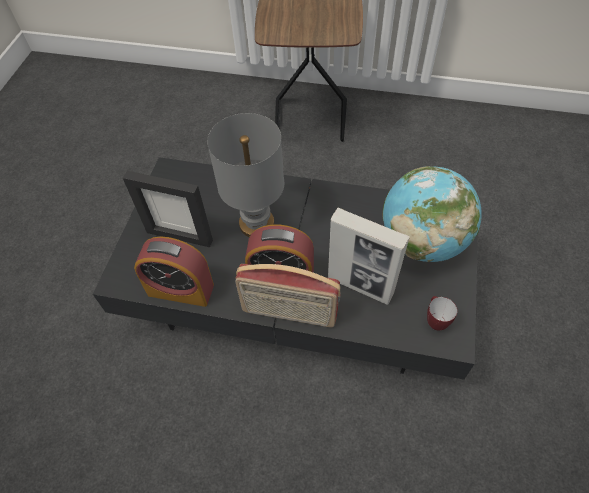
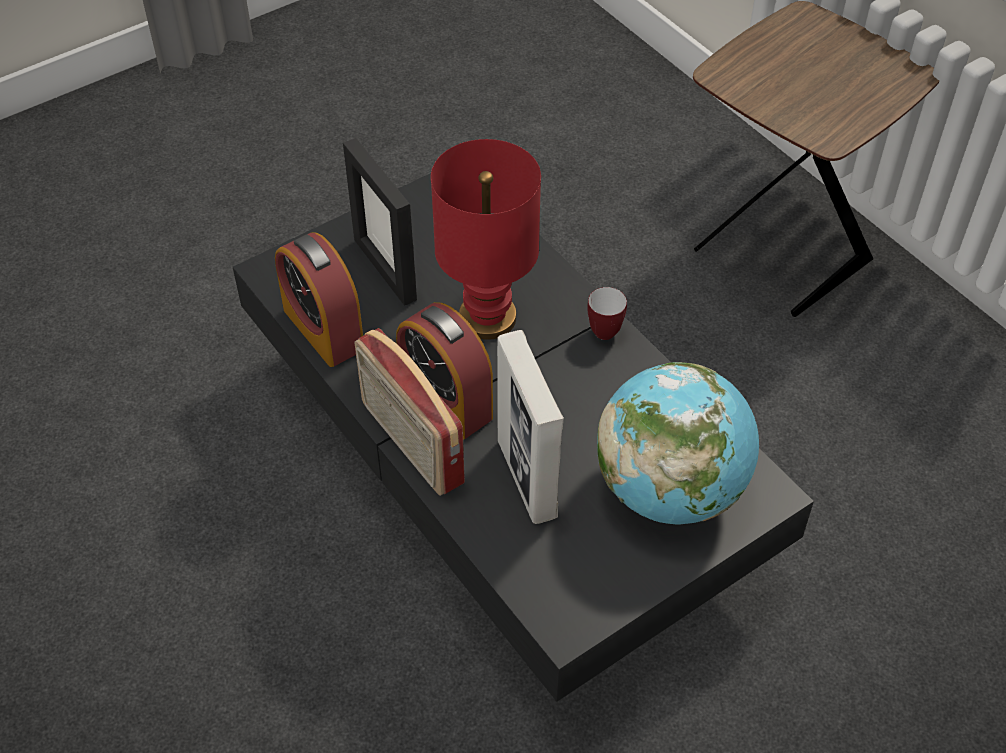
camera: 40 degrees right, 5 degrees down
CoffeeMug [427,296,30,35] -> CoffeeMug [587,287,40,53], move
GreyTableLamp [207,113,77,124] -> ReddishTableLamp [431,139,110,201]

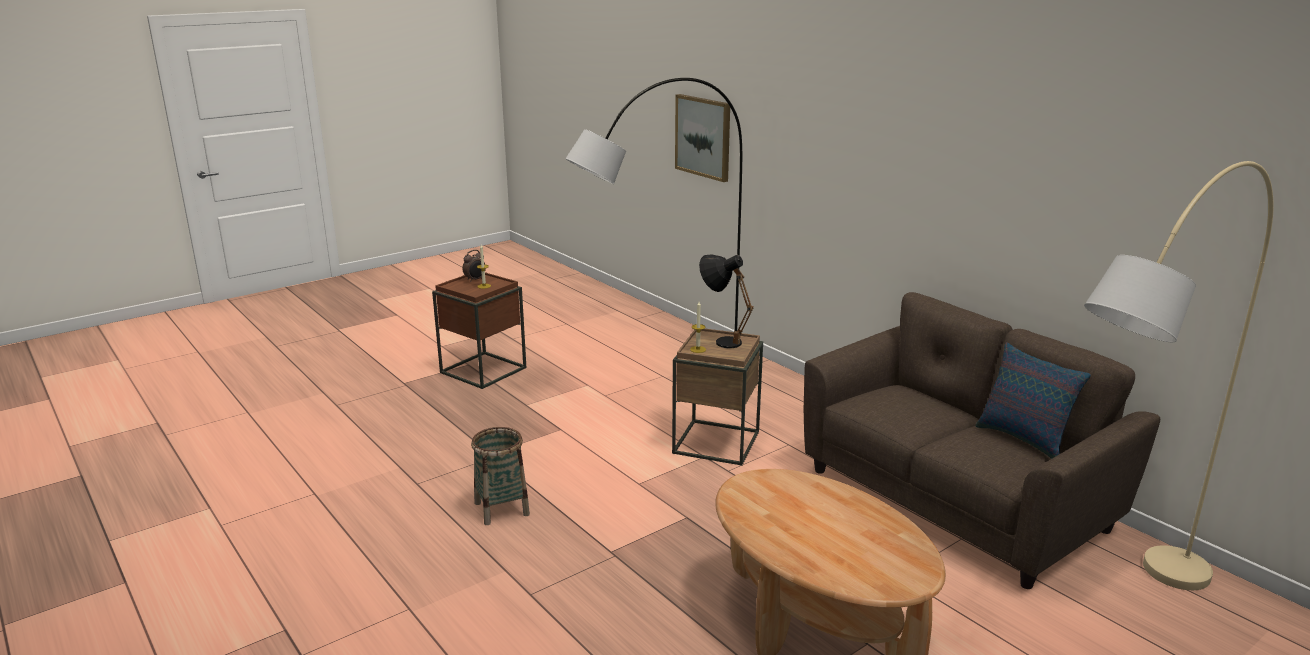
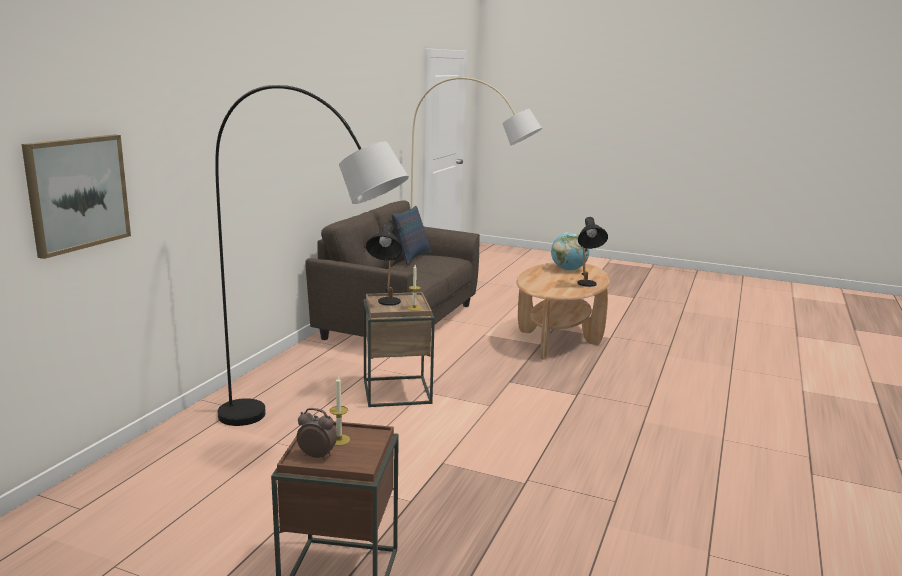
camera: 120 degrees left, 5 degrees down
Basket [471,427,59,98] -> none
none -> DeskGlobe [551,232,38,39]
none -> BlackishTableLamp [578,217,30,70]

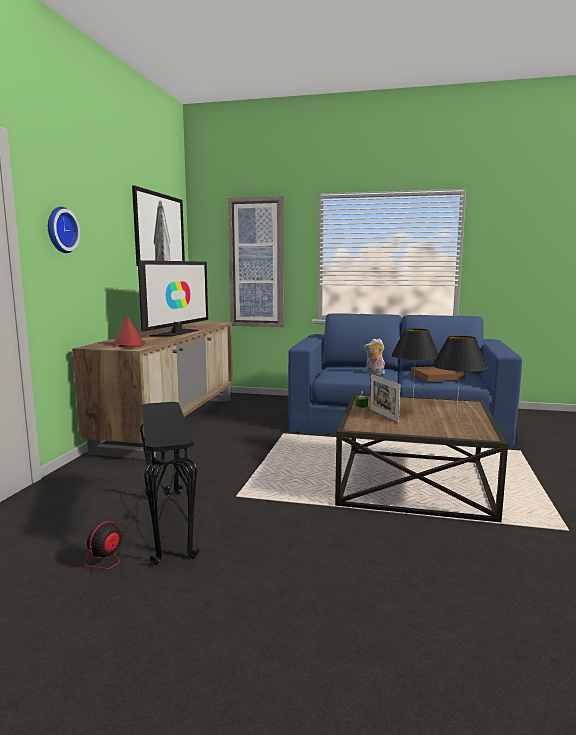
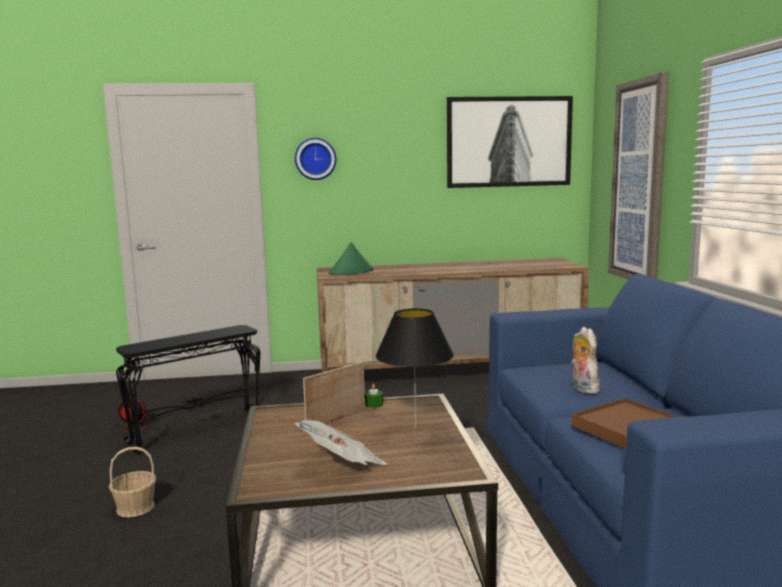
camera: 70 degrees right, 0 degrees up
Television [138,260,70,76] -> none
none -> Basket [109,447,47,70]
BlackishTableLamp [432,336,56,84] -> DailyPaper [294,420,94,45]
ReddishHat [113,315,33,33] -> GreenHat [329,242,45,33]

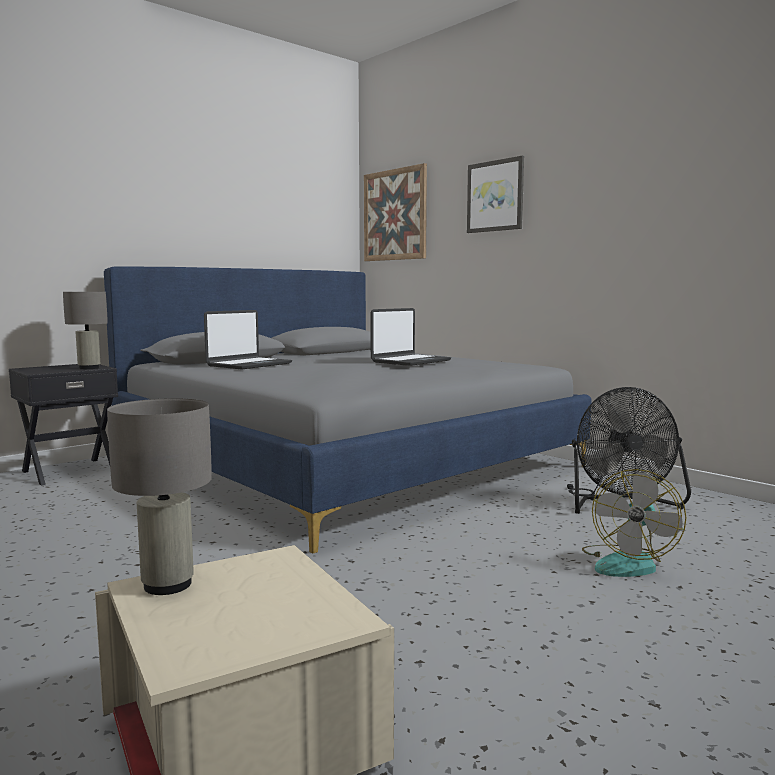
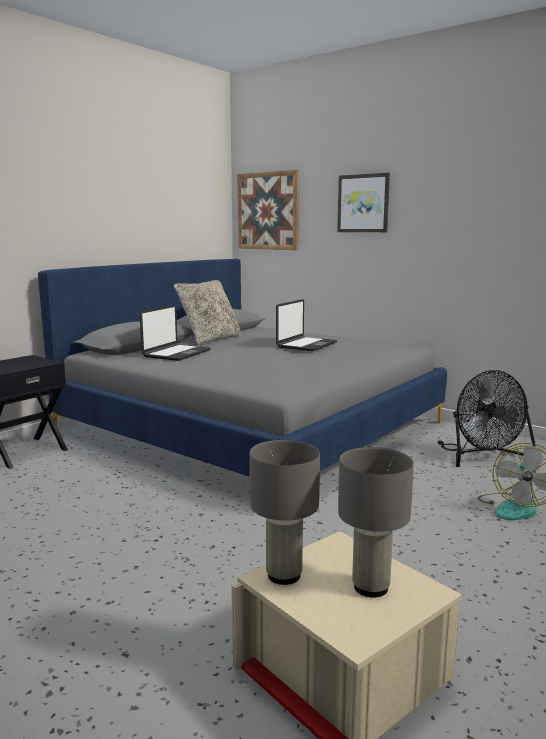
camera: 10 degrees left, 5 degrees up
none -> BeigeThrowPillow [174,280,67,65]
GreyTableLamp [63,292,45,77] -> GreyTableLamp [338,447,76,151], move

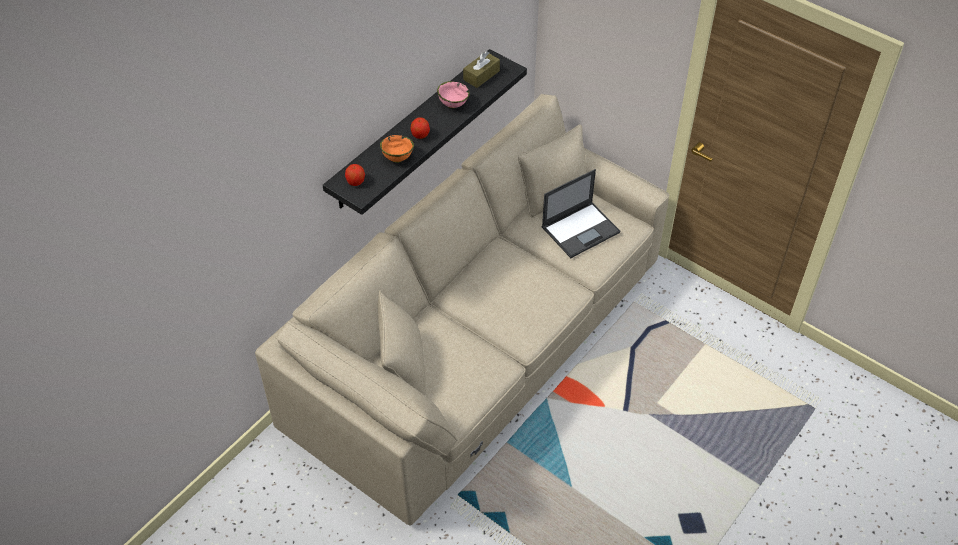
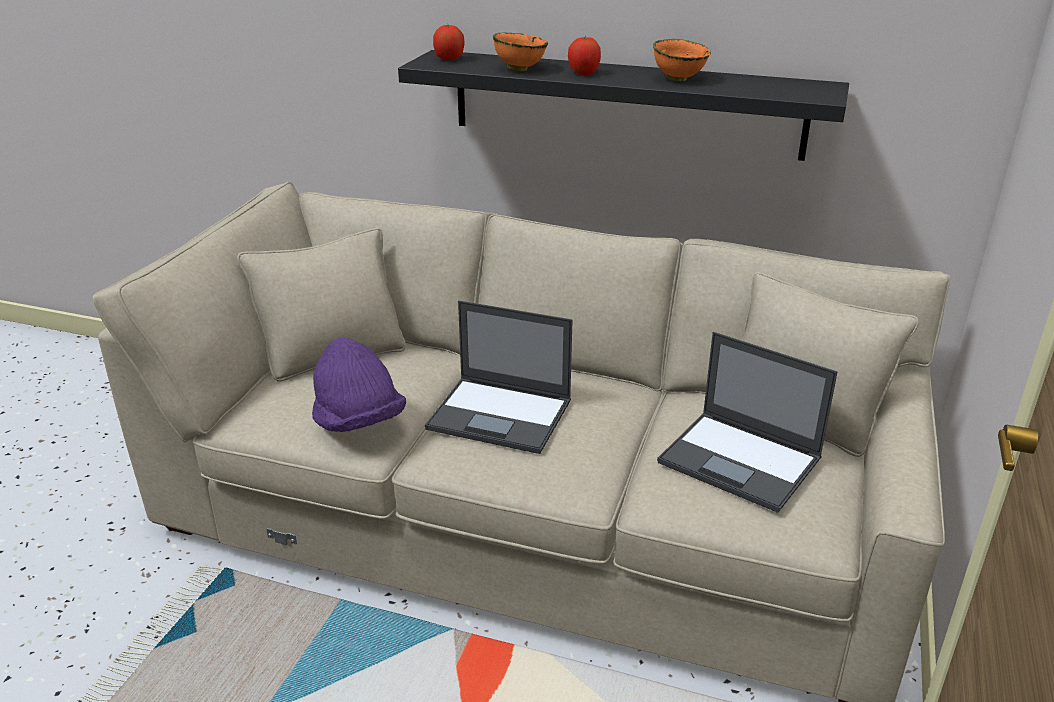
camera: 70 degrees right, 20 degrees down
BrownColouredTissueHolder [463,51,37,37] -> none
none -> PurpleColouredHat [312,338,94,94]
none -> NotebookComputer [425,301,148,153]
PinkishDeepDish [437,81,33,27] -> OrangeyDeepDish [653,39,58,43]

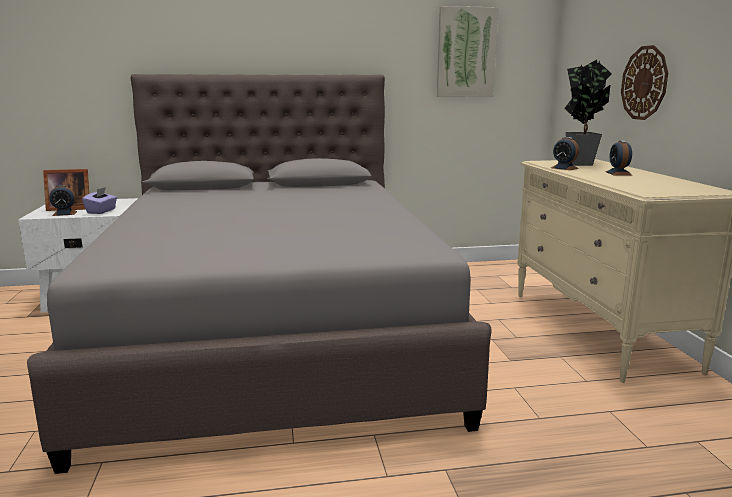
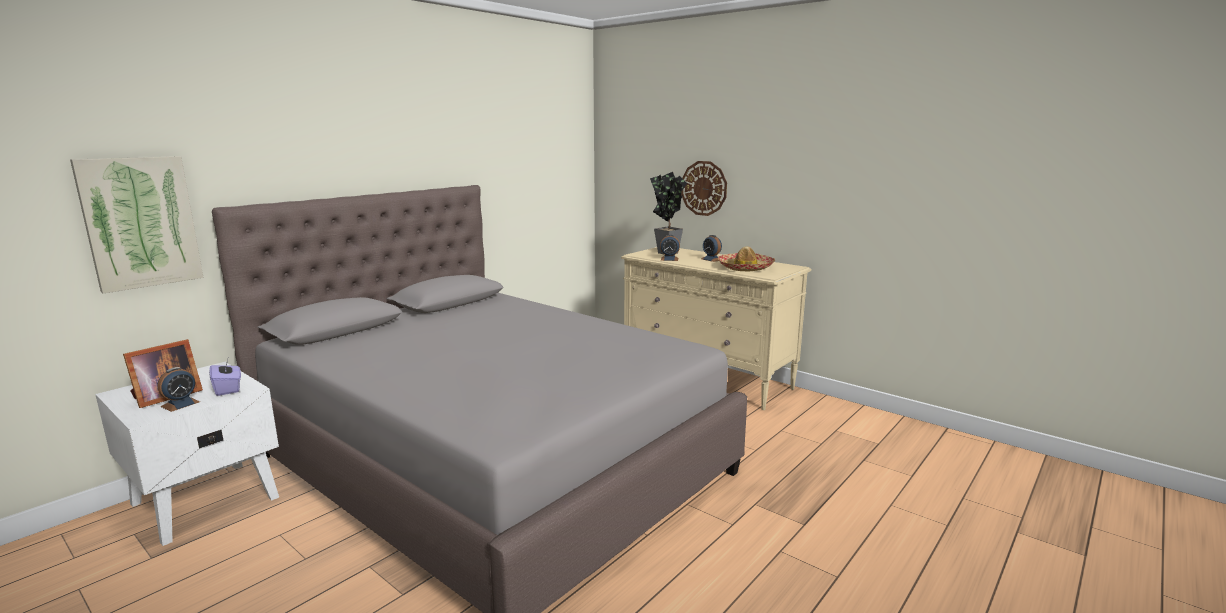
camera: 40 degrees left, 0 degrees up
none -> Hat [718,246,57,25]
Picture [437,6,62,91] -> Picture [70,156,134,138], move

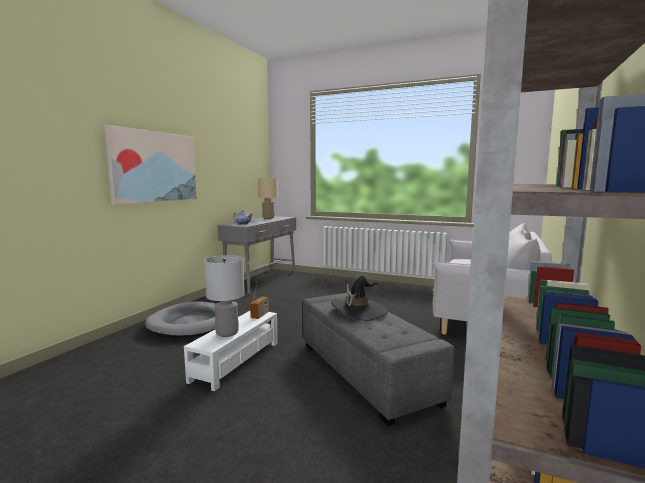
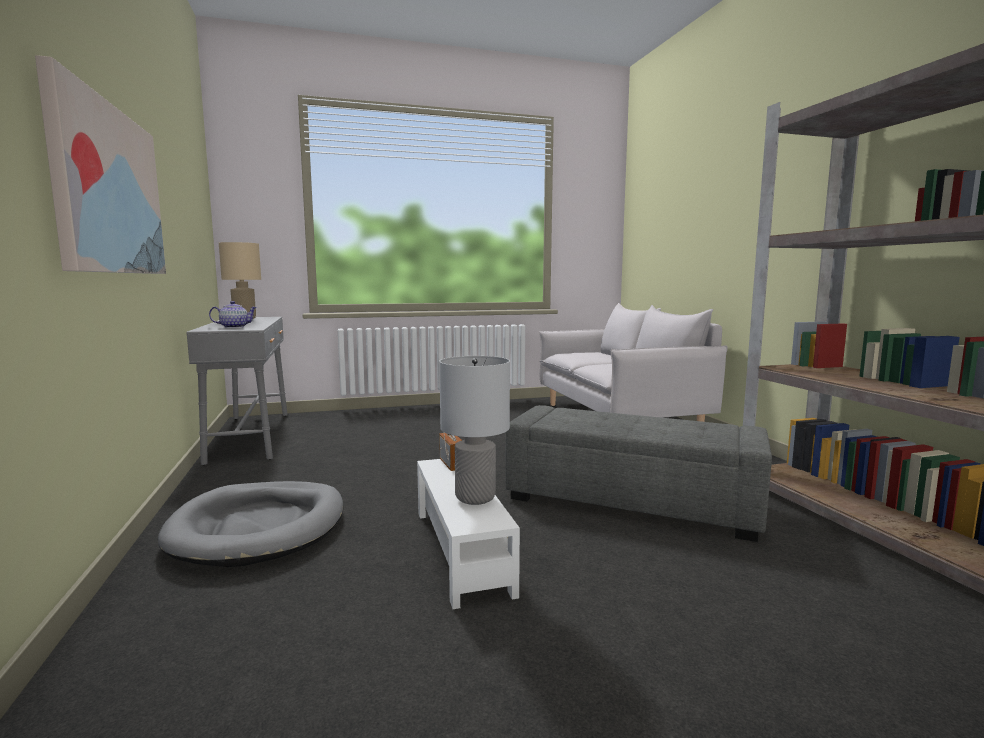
camera: 40 degrees left, 0 degrees up
BlackishHat [331,275,57,46] -> none

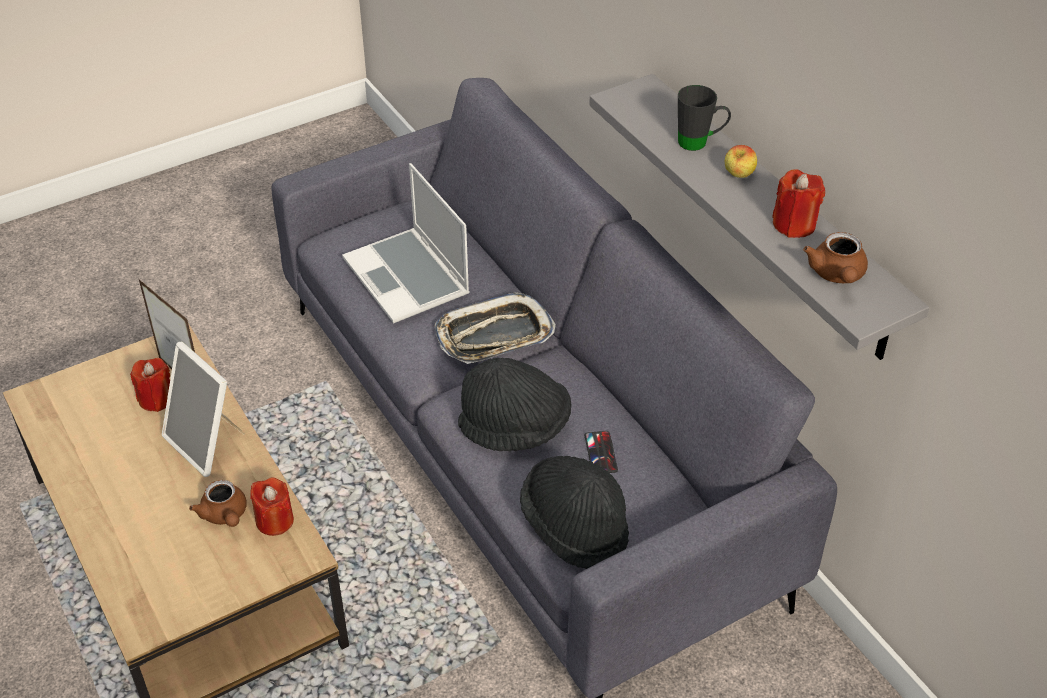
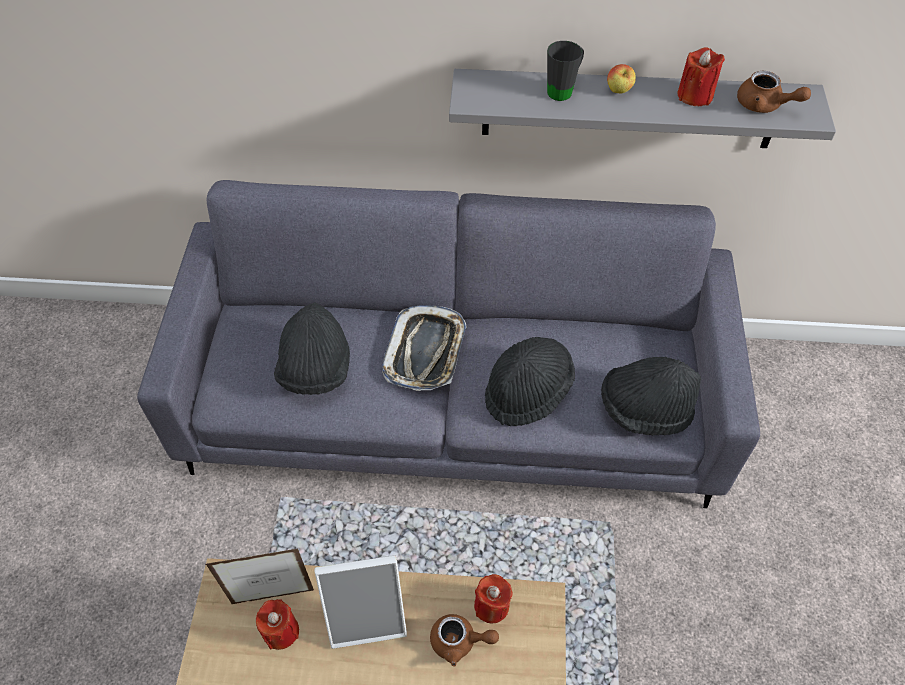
camera: 55 degrees left, 10 degrees up
Phone [585,431,33,42] -> none
NotebookComputer [342,163,128,161] -> BlackishHat [274,303,76,92]

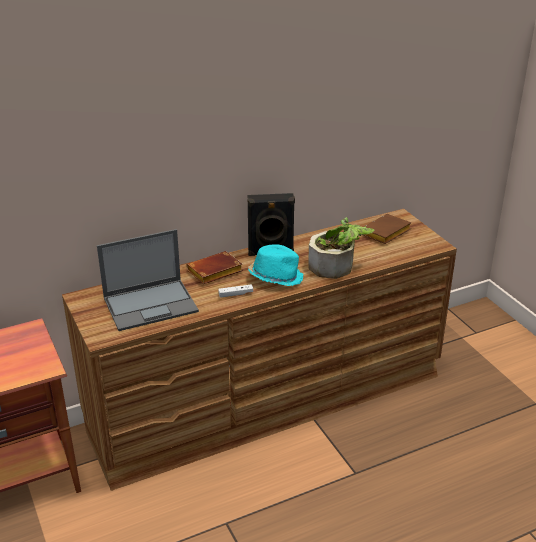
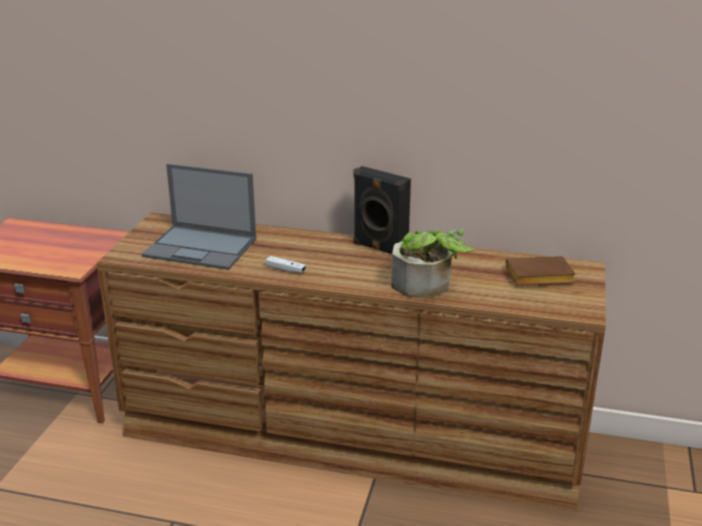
camera: 40 degrees right, 5 degrees down
BrownColouredBook [187,251,56,33] -> none
TurquoiseHat [248,244,56,42] -> none

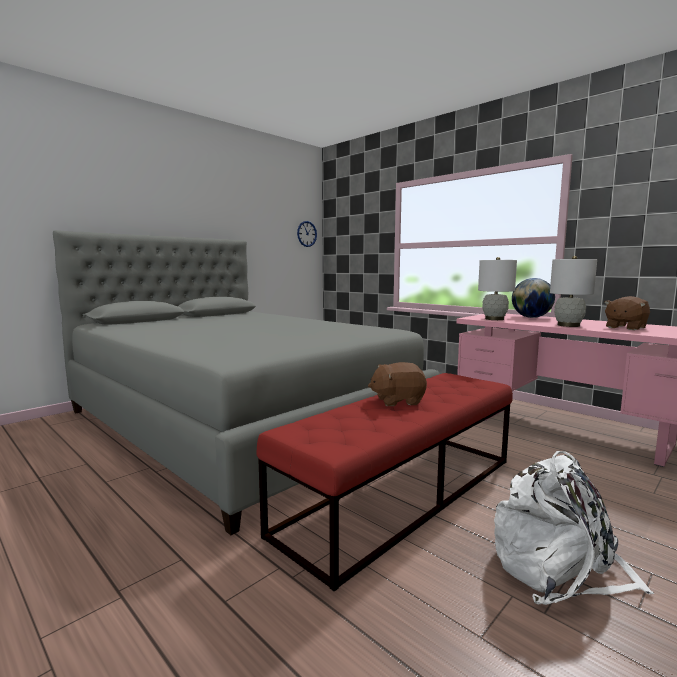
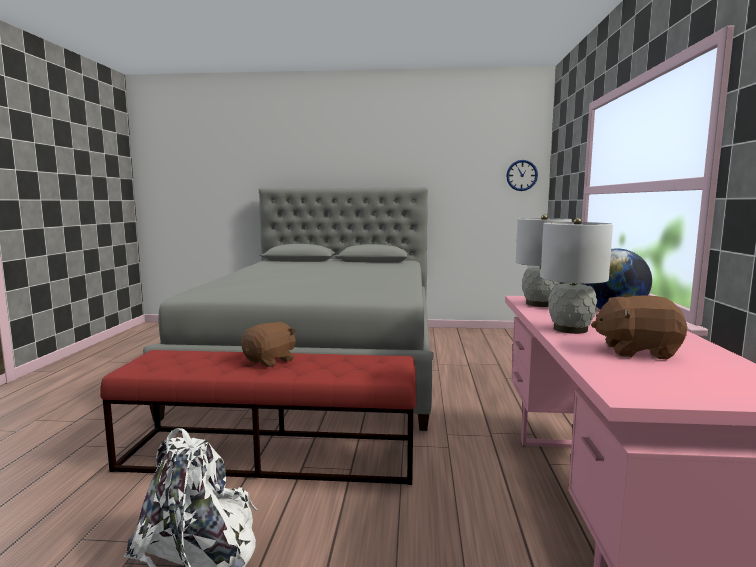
camera: 50 degrees right, 0 degrees up
BrownColouredSoftToy [368,362,59,44] -> BrownColouredSoftToy [241,322,55,45], 90 degrees clockwise

